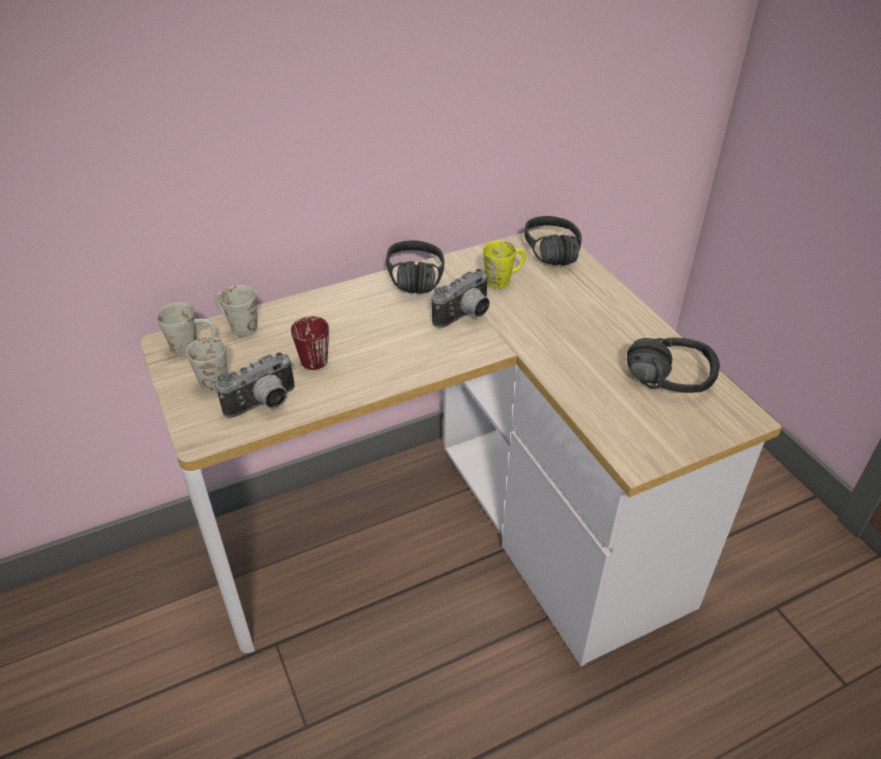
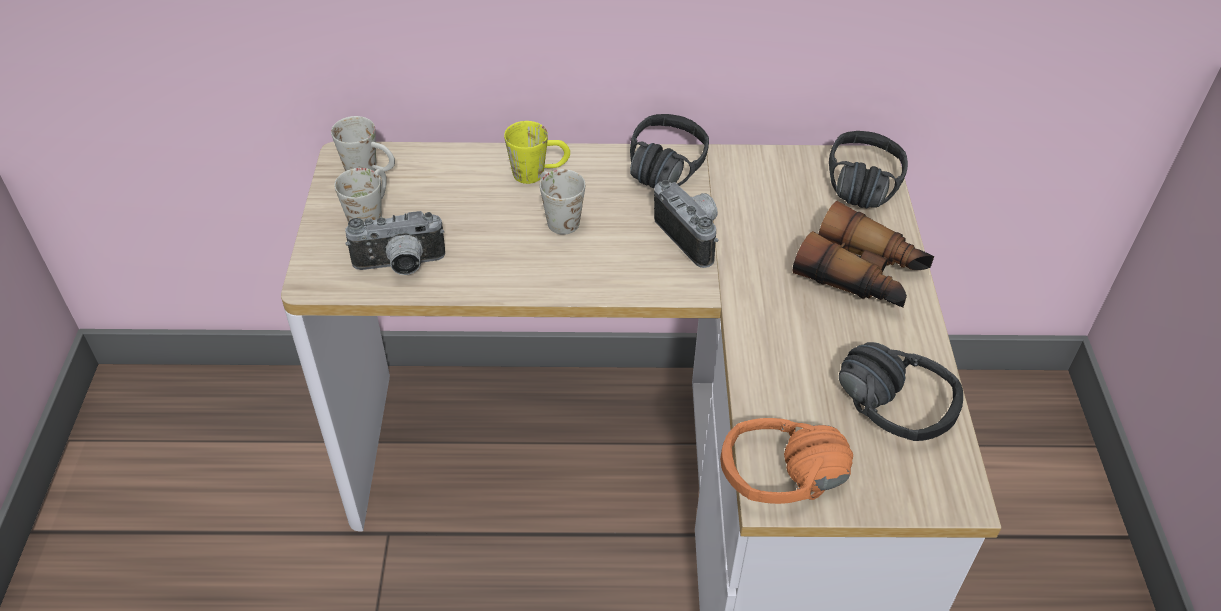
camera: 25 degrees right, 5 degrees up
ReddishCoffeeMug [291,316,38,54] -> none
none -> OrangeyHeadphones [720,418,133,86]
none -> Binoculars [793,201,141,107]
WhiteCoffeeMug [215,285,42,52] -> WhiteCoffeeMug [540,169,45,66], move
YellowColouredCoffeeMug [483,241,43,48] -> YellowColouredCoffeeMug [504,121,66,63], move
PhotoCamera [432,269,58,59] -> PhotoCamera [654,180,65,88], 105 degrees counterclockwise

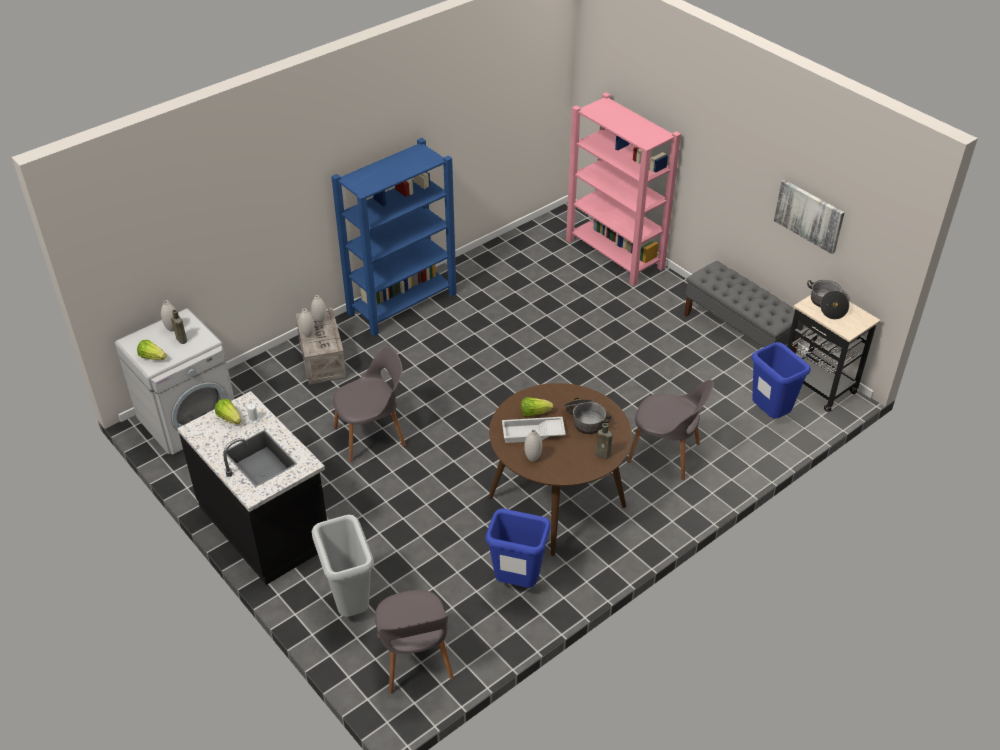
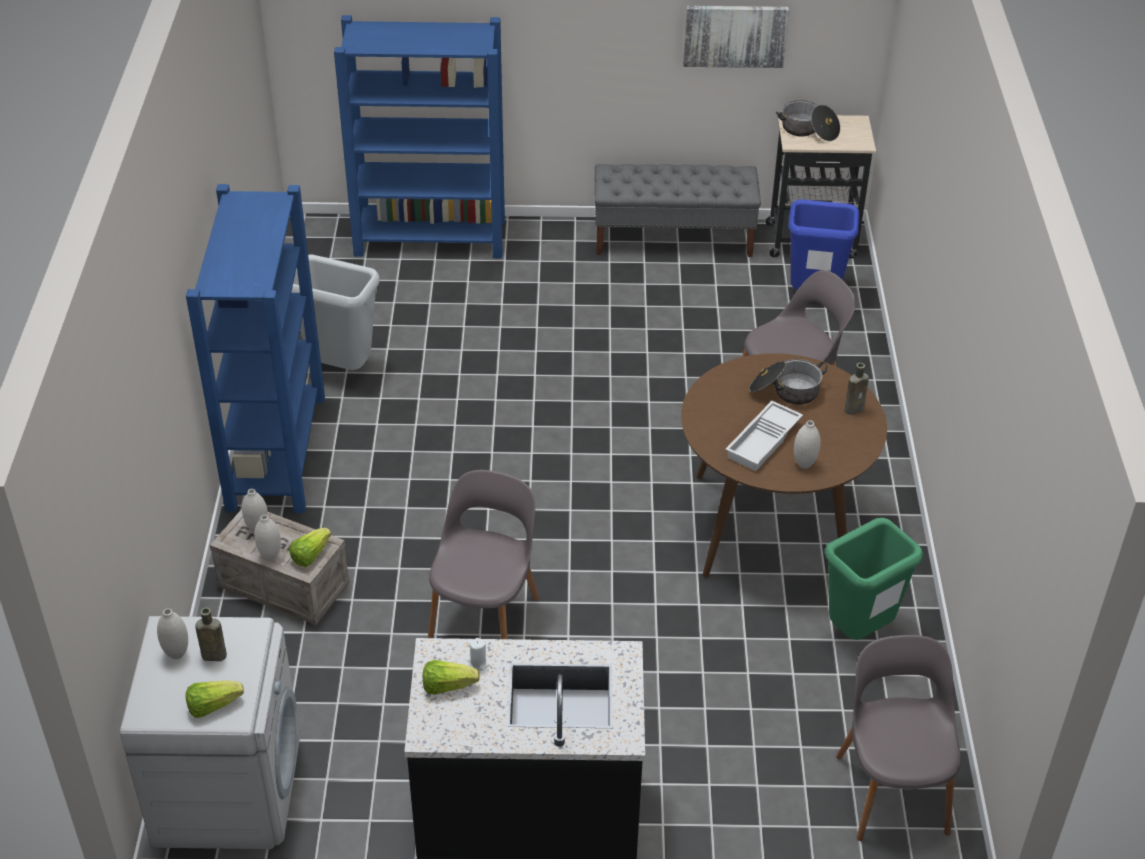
camera: 50 degrees left, 0 degrees up
GreyRubbishBin [312,515,62,102] -> GreyRubbishBin [291,254,89,116], move
LettuceHead [521,397,33,20] -> LettuceHead [289,528,42,39], move
BluishRubbishBin [486,508,65,80] -> GreenRubbishBin [825,518,98,122]
PinkishShelvingUnit [566,92,115,194] -> BluishShelvingUnit [334,15,171,243]
GreyPlainChair [375,590,79,104] -> GreyPlainChair [836,635,125,206], 120 degrees counterclockwise

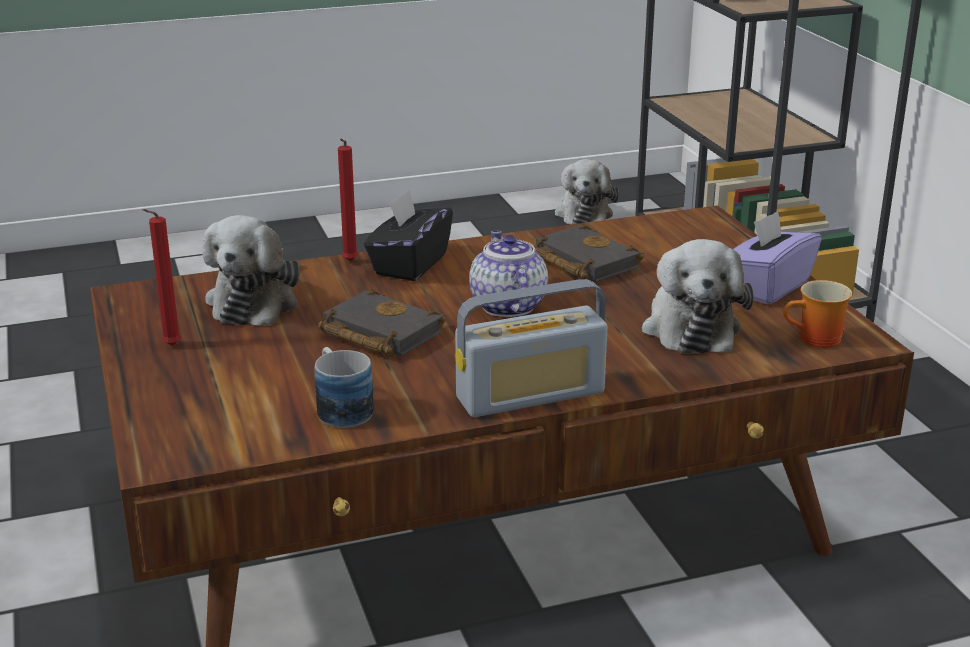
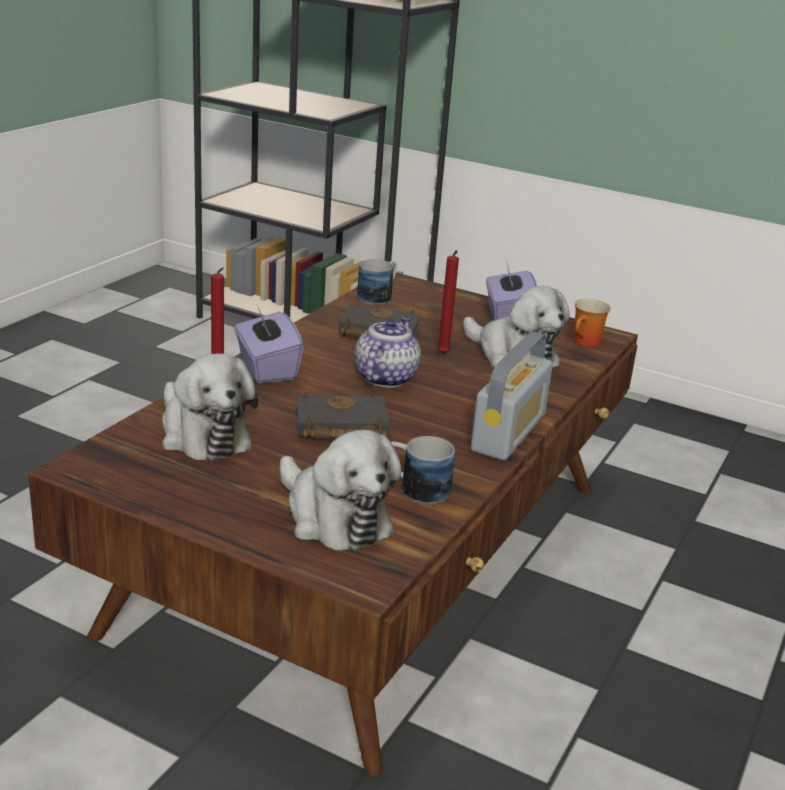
camera: 45 degrees left, 0 degrees up
none -> CoffeeMug [357,259,40,46]
ReddishCandle [143,209,38,137] -> ReddishCandle [437,250,22,104], move
SoftToy [555,159,64,65] -> SoftToy [280,430,122,122], move
BlackishTissueHolder [364,190,89,91] -> PurpleColouredTissueHolder [234,308,70,75]
PotForTea [469,231,79,86] -> PotForTea [355,316,66,72], 75 degrees clockwise

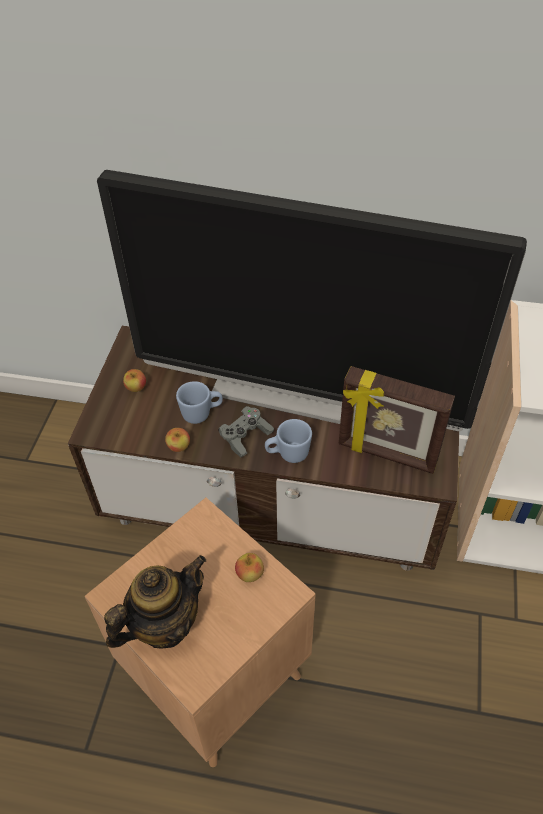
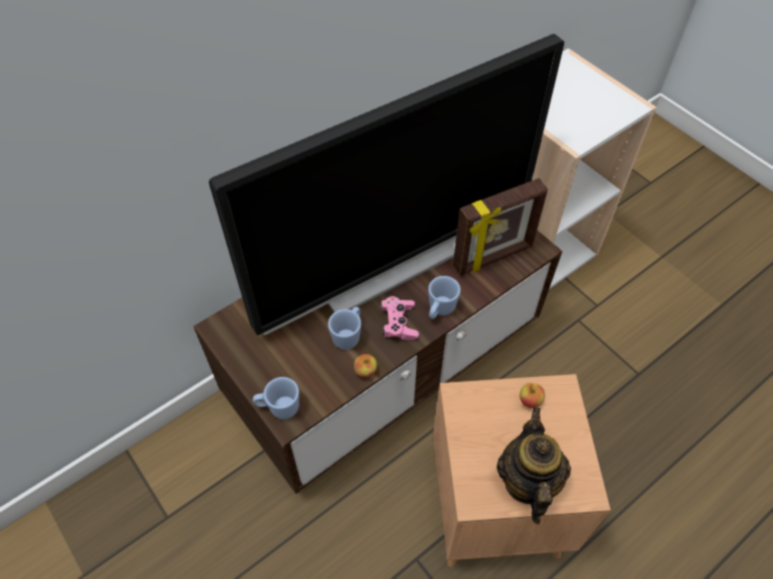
camera: 50 degrees left, 5 degrees up
Apple [123,369,23,23] -> none
none -> BluishCoffeeMug [253,377,46,42]
GreyJoypad [218,406,56,51] -> PinkishJoypad [380,296,39,44]

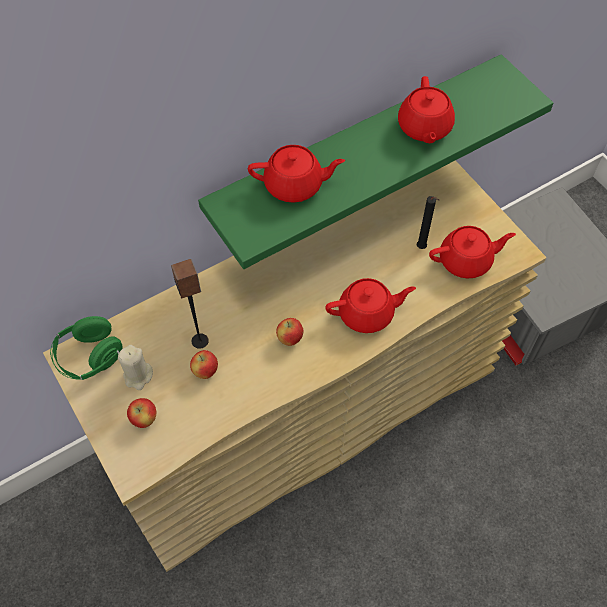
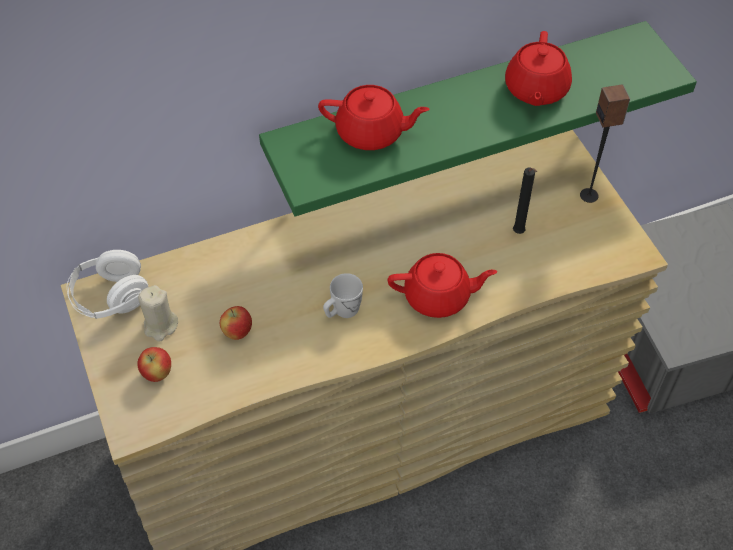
camera: 10 degrees right, 5 degrees down
ReddishPotForTea [429,226,87,53] -> none
Loudspeaker [171,259,38,90] -> Loudspeaker [580,84,50,119], move
Apple [276,318,27,28] -> WhiteCoffeeMug [323,273,40,45]
GreenHeadphones [50,316,73,64] -> WhiteHeadphones [67,250,81,69]

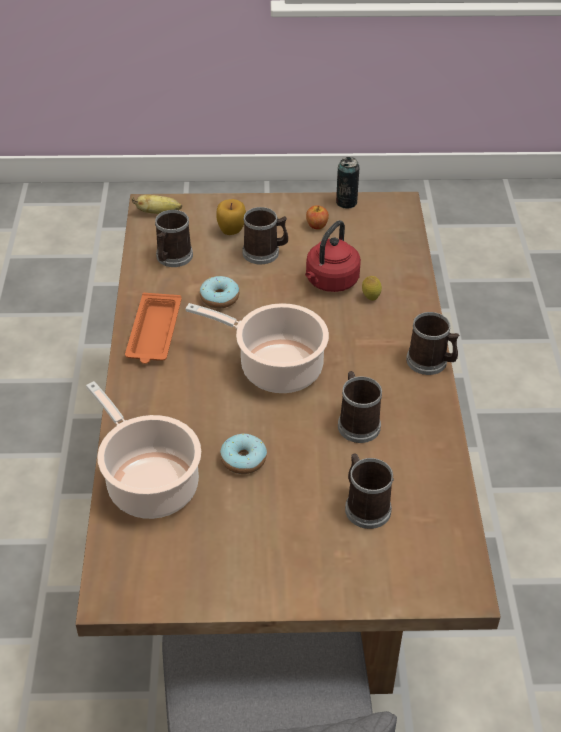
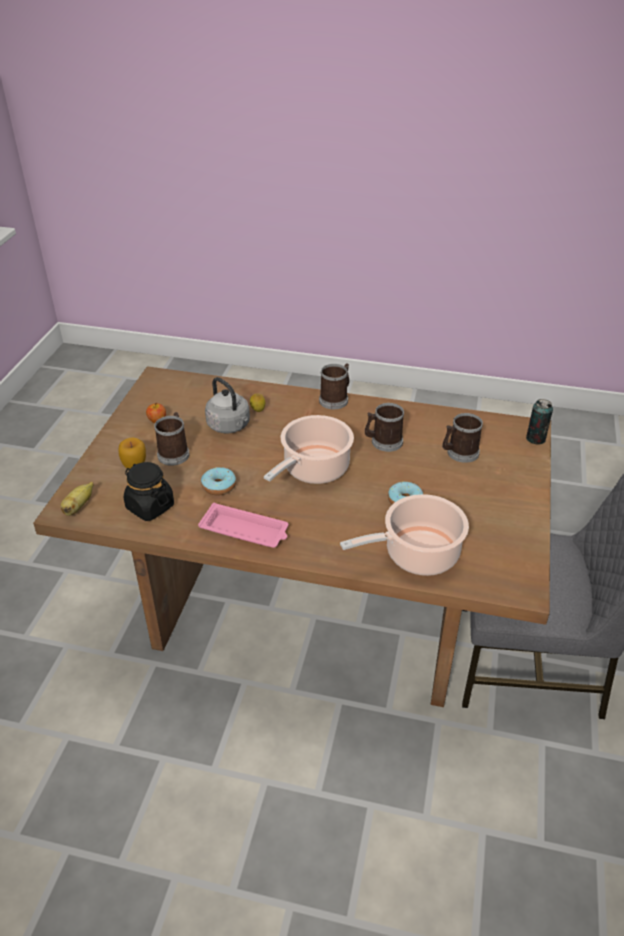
camera: 75 degrees left, 5 degrees down
SealedCan [336,157,23,52] -> SealedCan [526,399,27,45], move
CoffeeMug [155,210,38,57] -> BlackishPreserveJar [124,462,50,59]
OrangeyCarryingTray [125,293,57,71] -> PinkishCarryingTray [198,503,91,45]
ReddishKettle [305,220,56,72] -> GreyKettle [205,377,45,56]

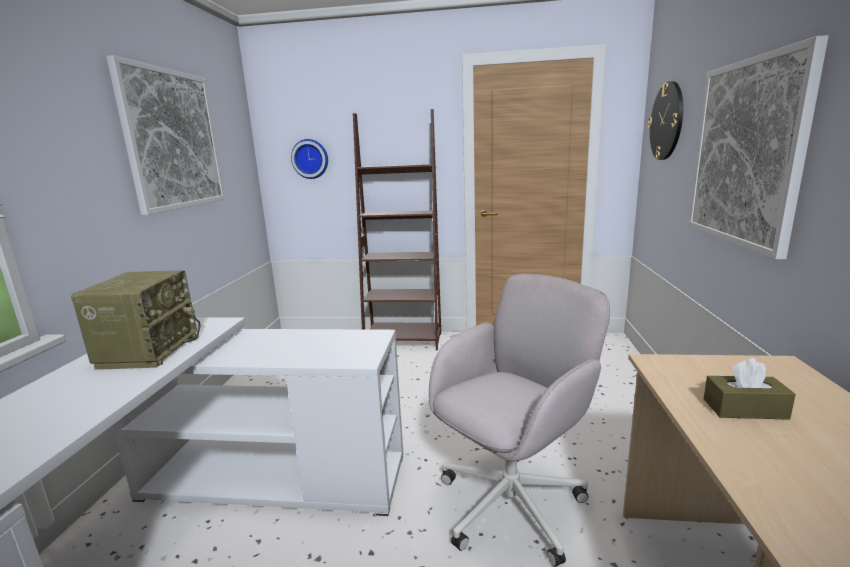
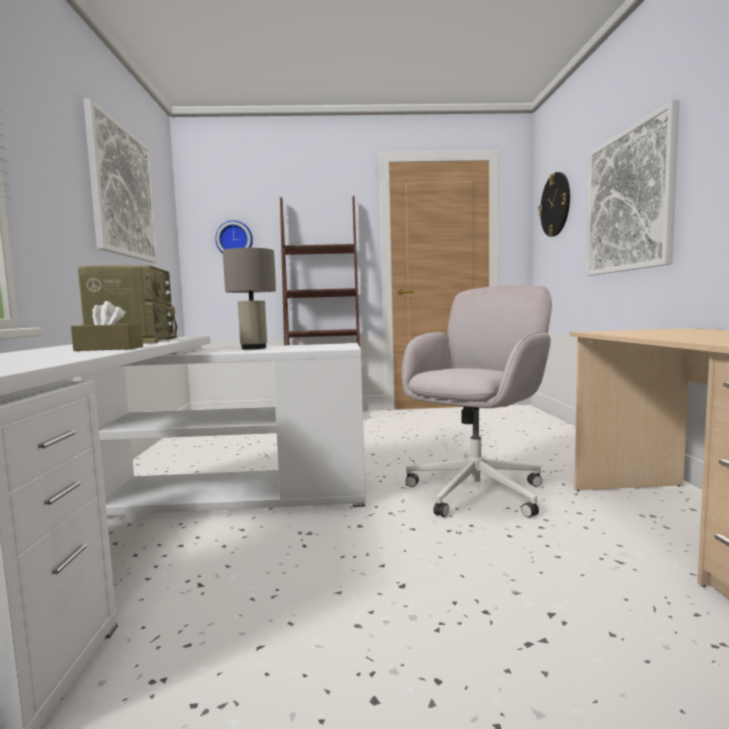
camera: 10 degrees left, 10 degrees down
none -> GreyTableLamp [223,248,53,102]
BrownColouredTissueHolder [704,358,92,62] -> BrownColouredTissueHolder [71,301,72,50], move

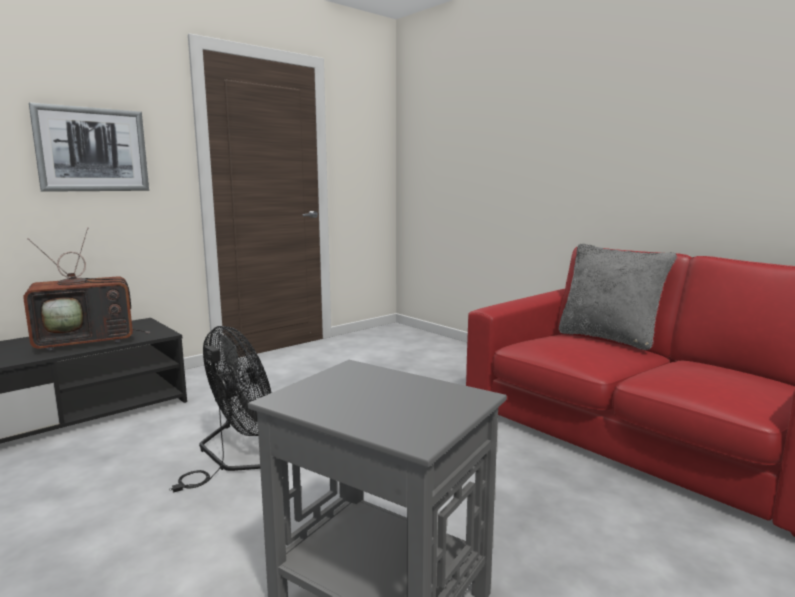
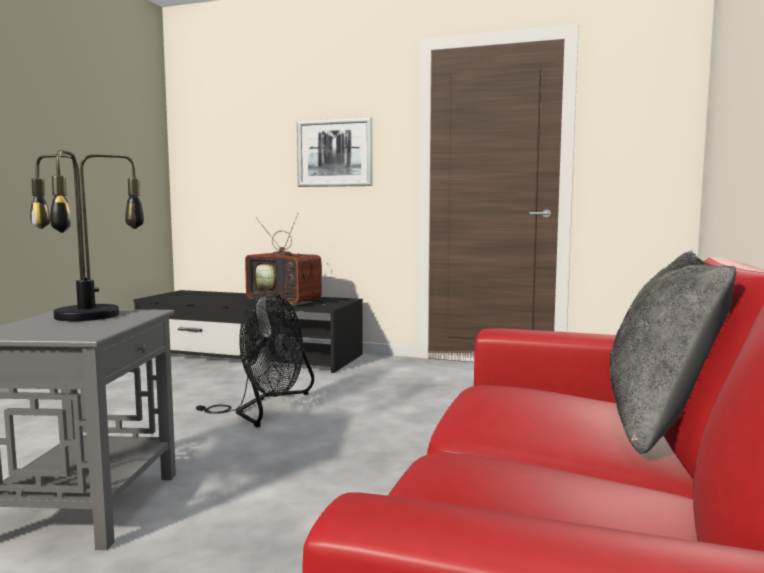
camera: 60 degrees right, 5 degrees down
none -> TableLamp [30,150,114,171]

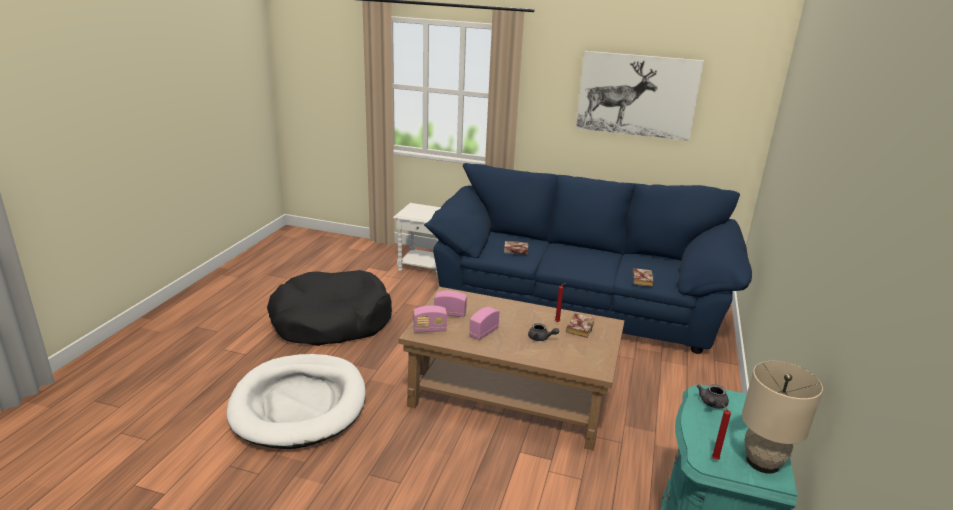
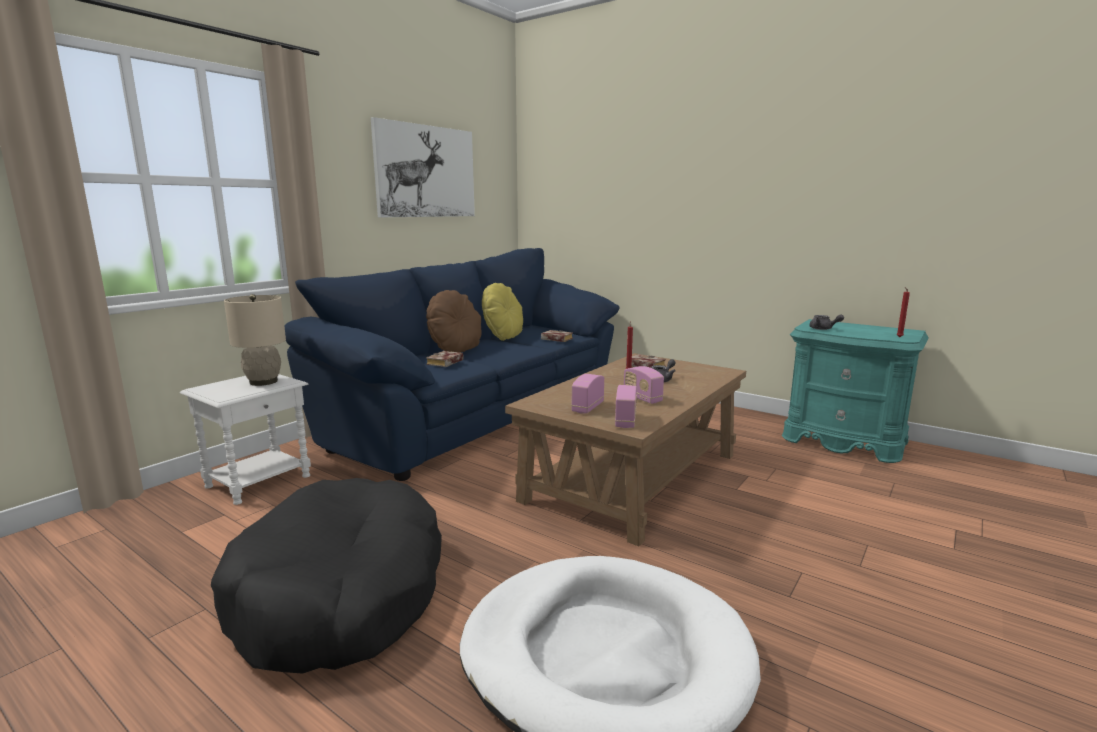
camera: 70 degrees left, 10 degrees down
none -> BrownColouredThrowPillow [426,290,56,62]
none -> YellowColouredThrowPillow [482,283,41,58]
BeigeTableLamp [742,361,81,113] -> BeigeTableLamp [224,294,62,92], move

